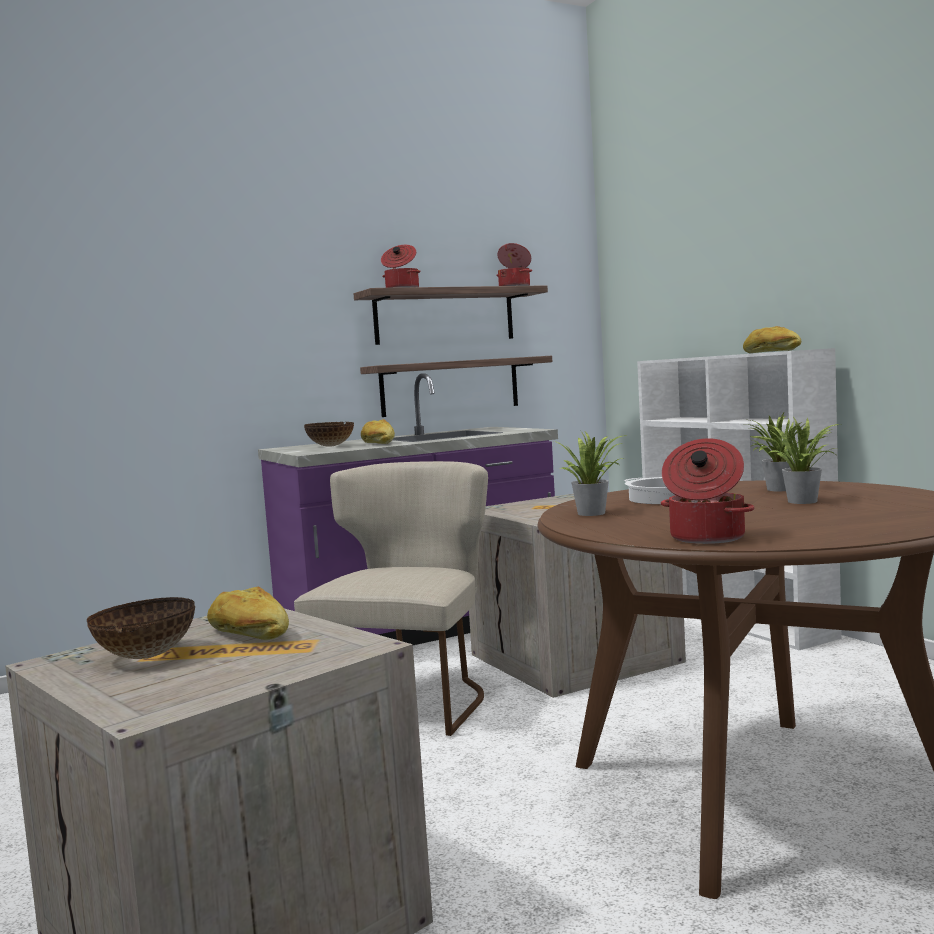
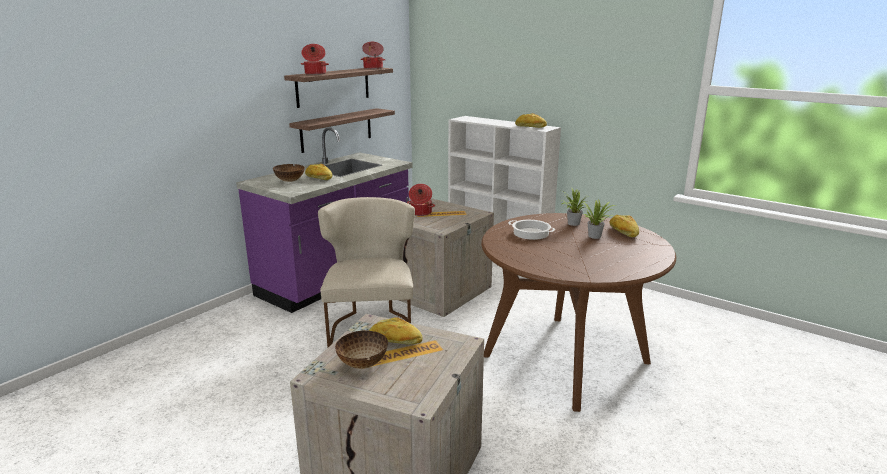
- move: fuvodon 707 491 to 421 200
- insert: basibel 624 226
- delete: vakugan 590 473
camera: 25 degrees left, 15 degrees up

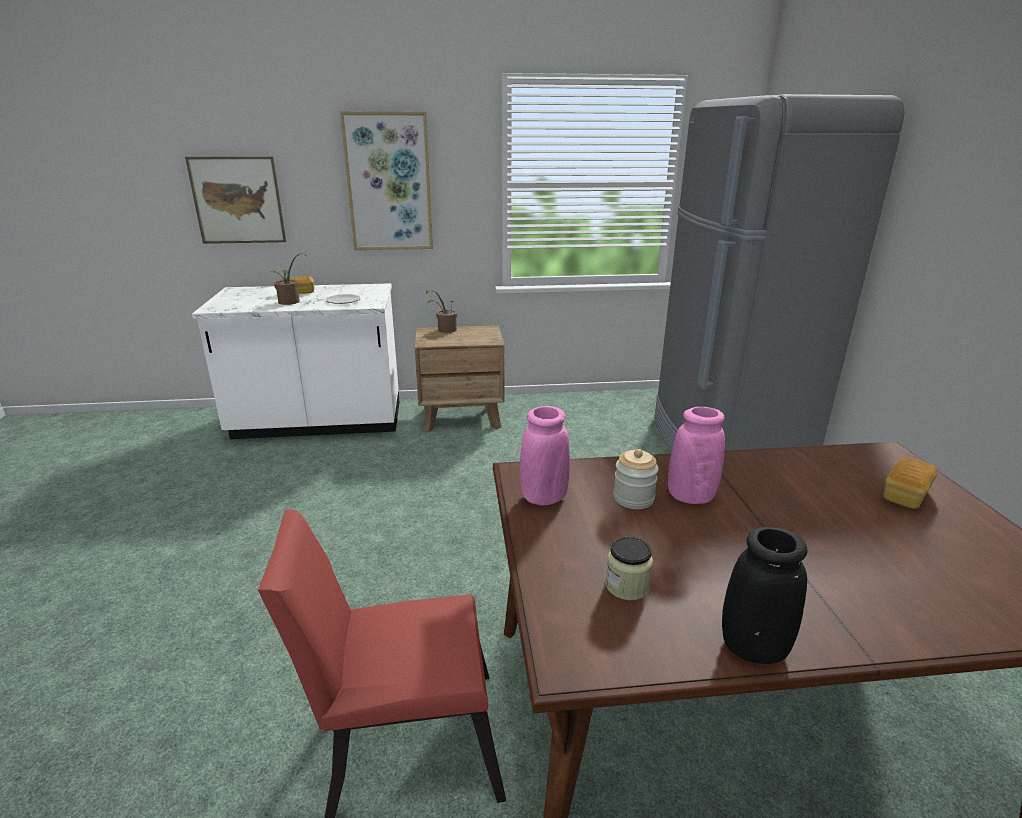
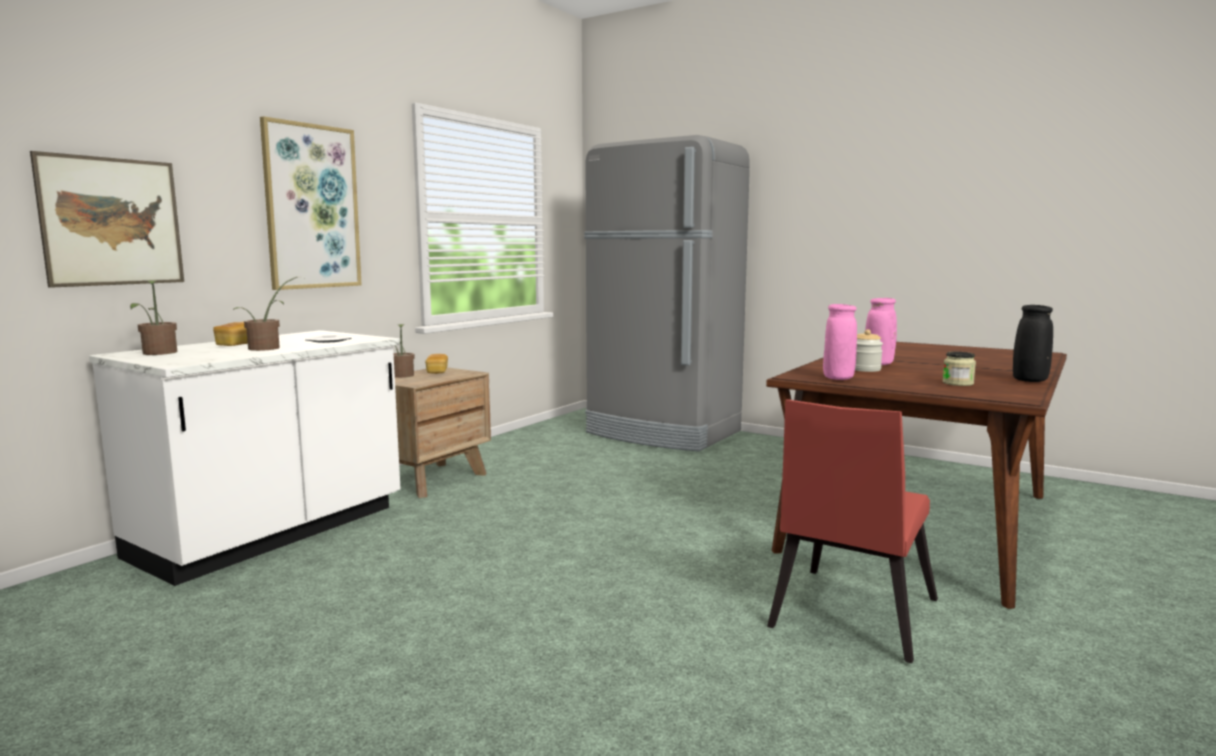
- insert: vakugan 153 317
- move: basibel 910 483 to 436 364
camera: 50 degrees left, 15 degrees down

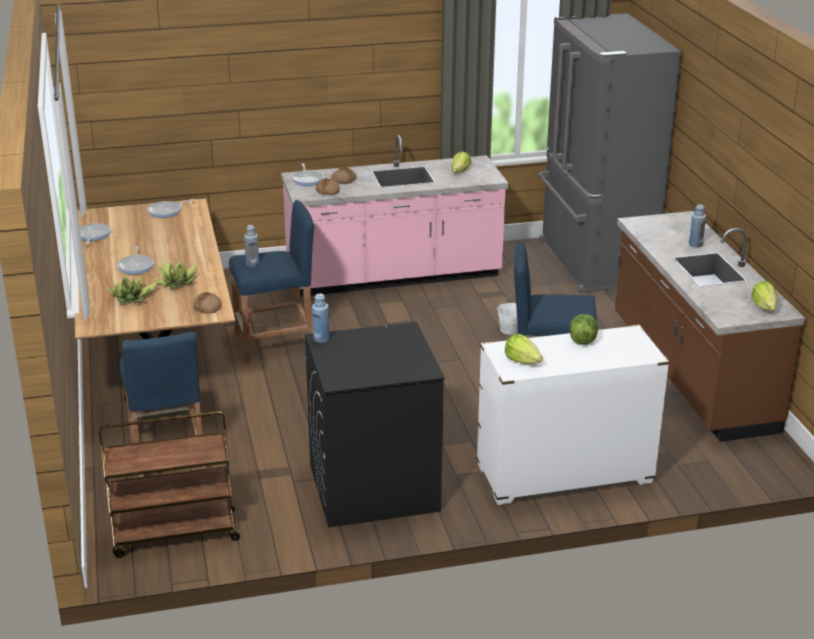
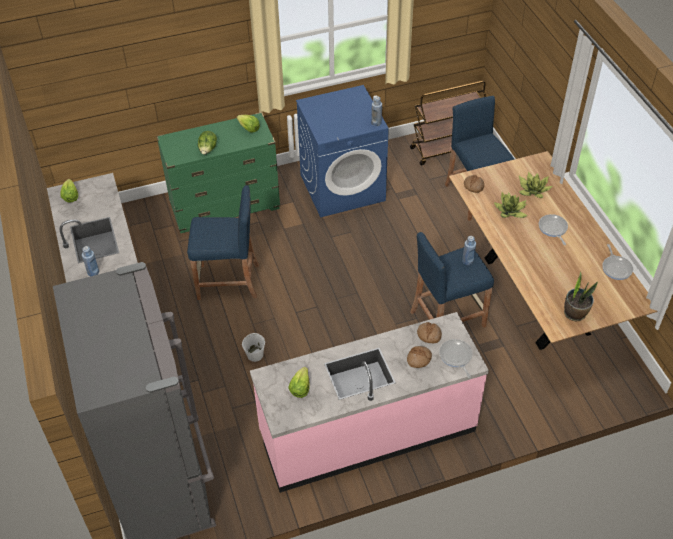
- recolor: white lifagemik 572 415 to green lifagemik 218 172
- recolor: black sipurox 375 425 to blue sipurox 342 151
- replace: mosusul 171 208 to vakugan 581 296
camera: 175 degrees right, 20 degrees up

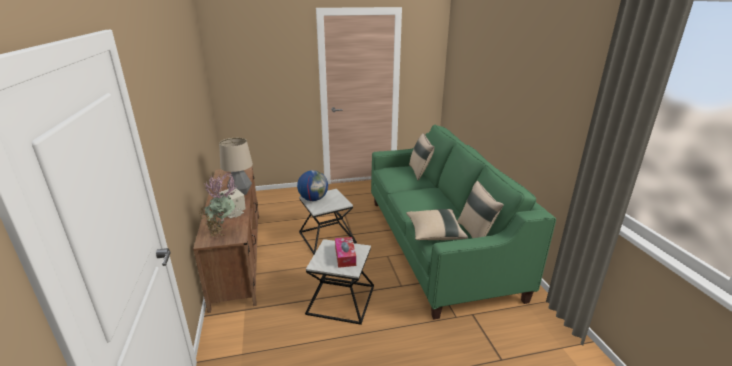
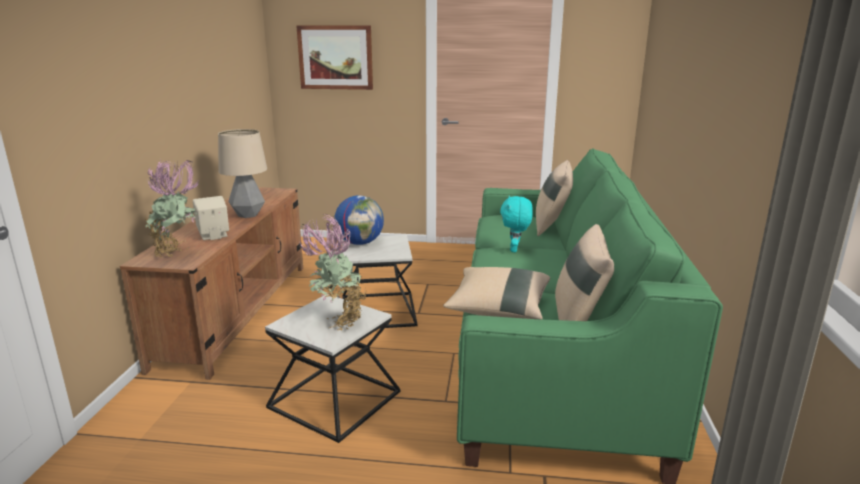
- insert: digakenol 334 57
- replace: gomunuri 345 252 to vakugan 332 272
- insert: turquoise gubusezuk 516 224
camera: 20 degrees right, 5 degrees down

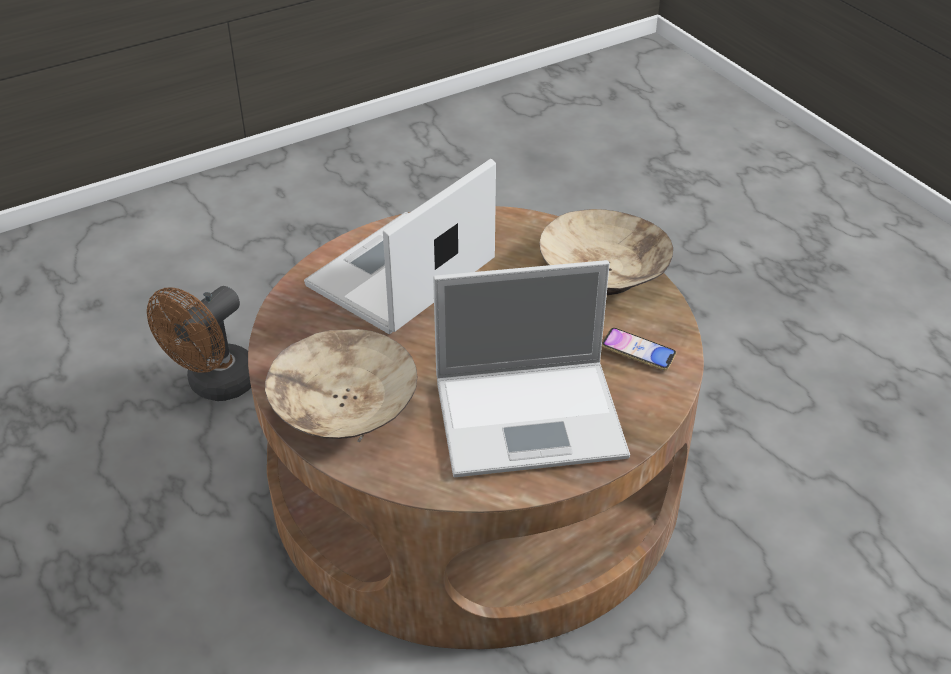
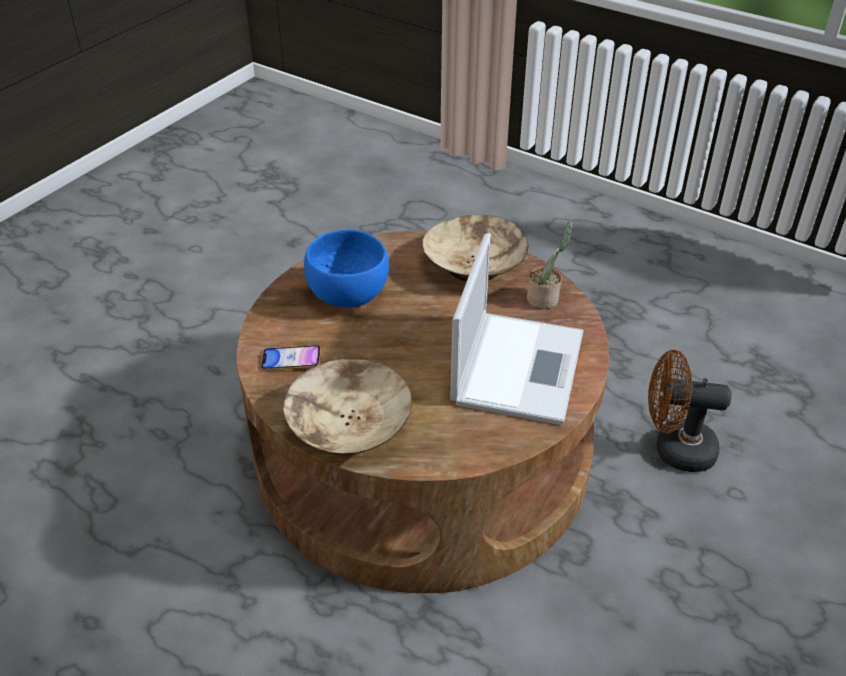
- replace: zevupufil 531 368 to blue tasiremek 346 269
- insert: vakugan 550 265
- rotate: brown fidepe 199 343 = 689 411 90 degrees counterclockwise
camera: 155 degrees right, 0 degrees up

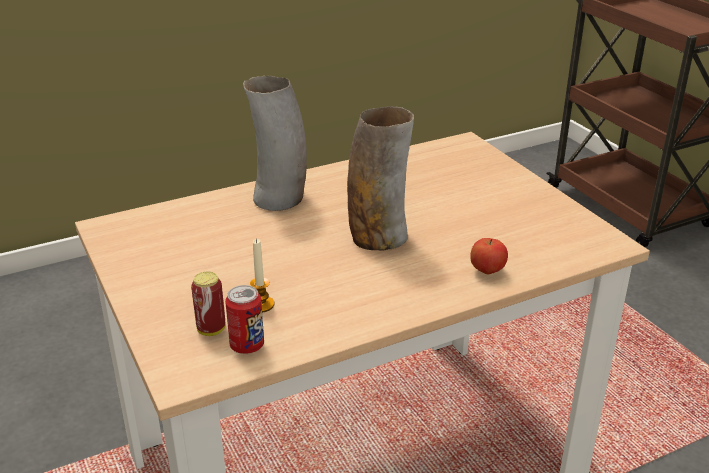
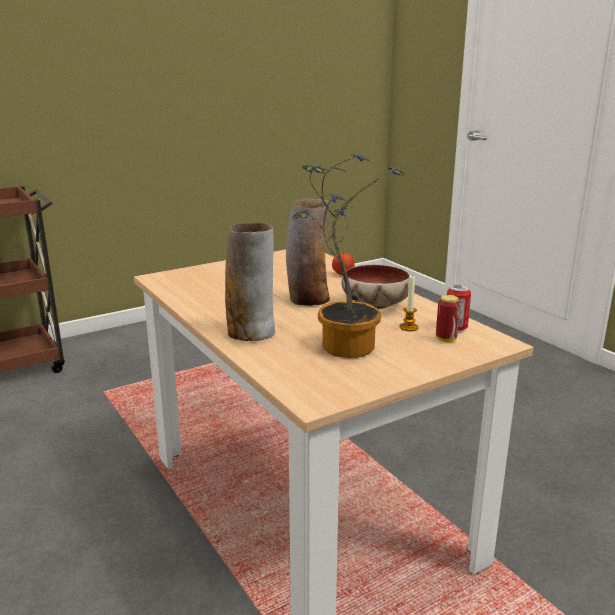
- insert: vakugan 349 256
- insert: tasiremek 375 287
camera: 95 degrees left, 10 degrees down

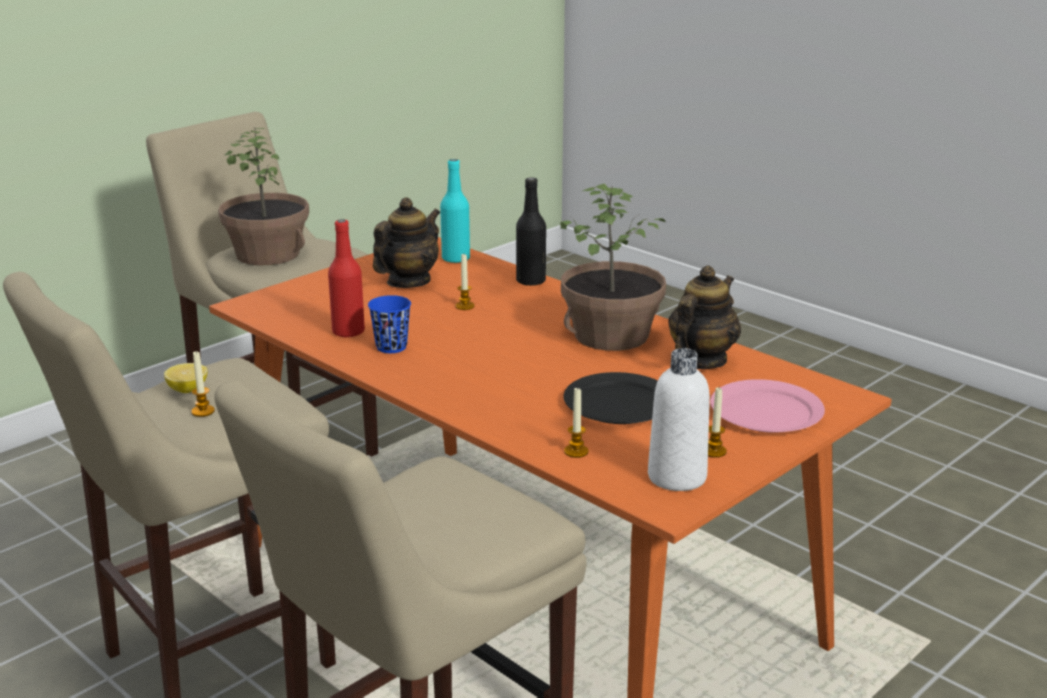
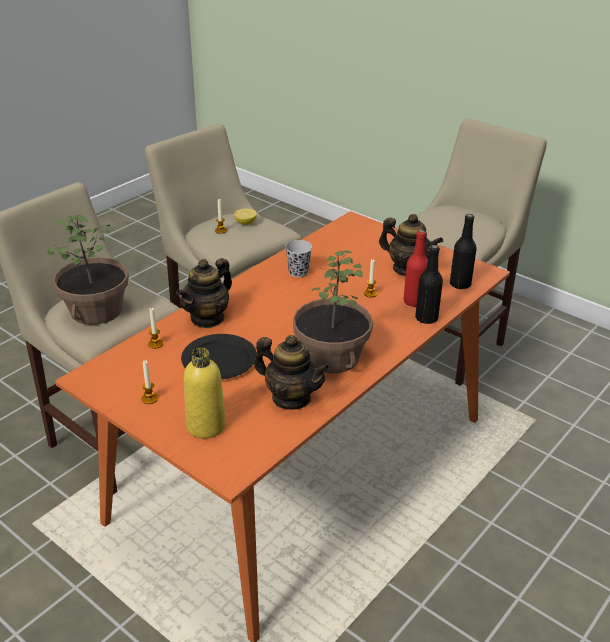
- move: vakugan 263 196 to 88 270
- insert: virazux 204 293
- replace: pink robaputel 767 406 to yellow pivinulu 205 393
- recolor: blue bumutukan 389 324 to black bumutukan 298 258
- move: red pivinulu 346 278 to 415 268
- recolor: turquoise pivinulu 455 211 to black pivinulu 463 252
- delete: white pivinulu 679 419
camera: 85 degrees right, 10 degrees up

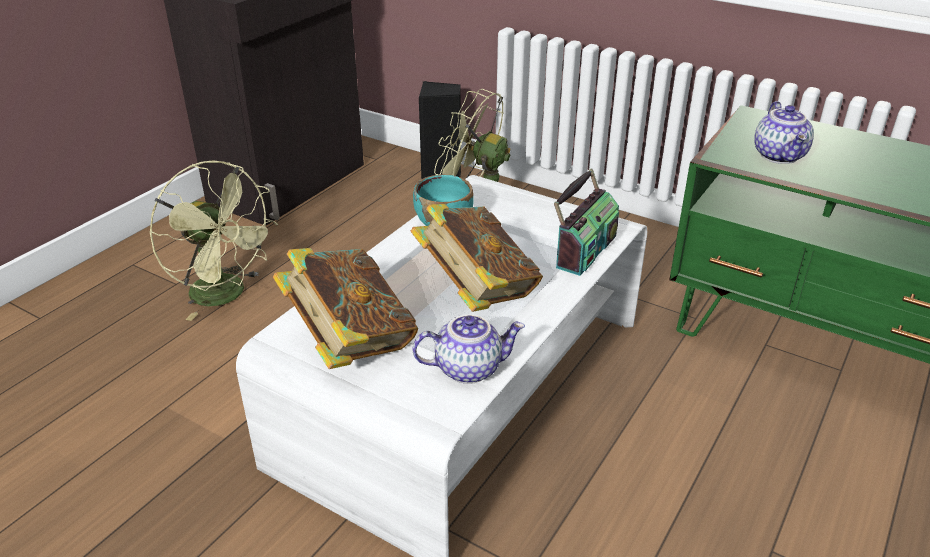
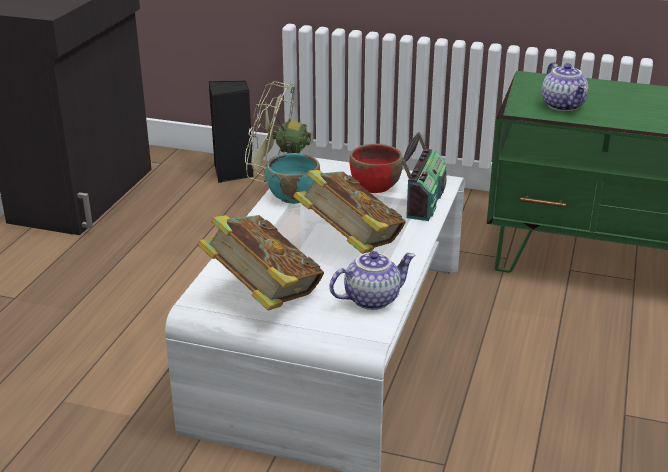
- insert: red tasiremek 376 168
- delete: green fidepe 214 240
camera: 15 degrees left, 5 degrees down

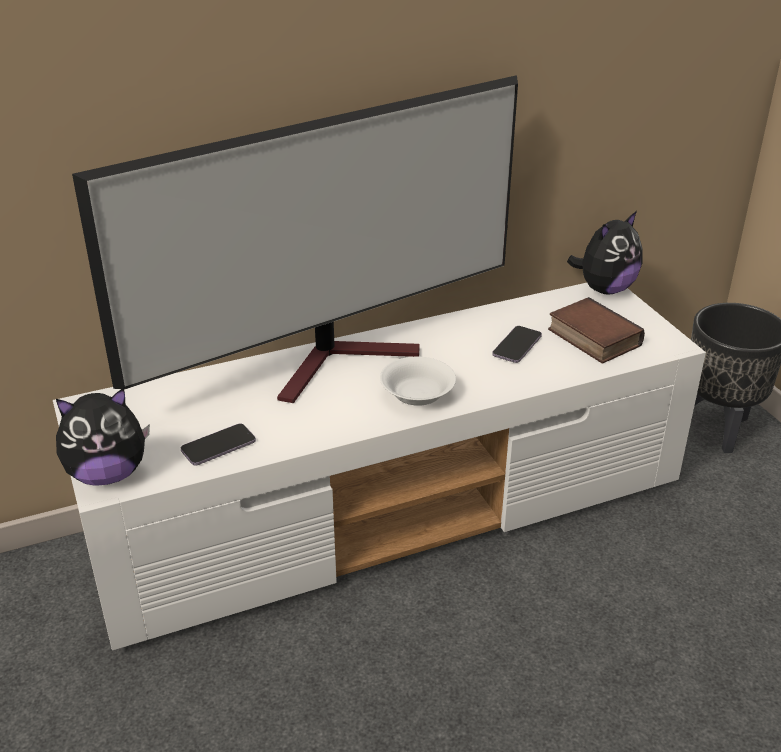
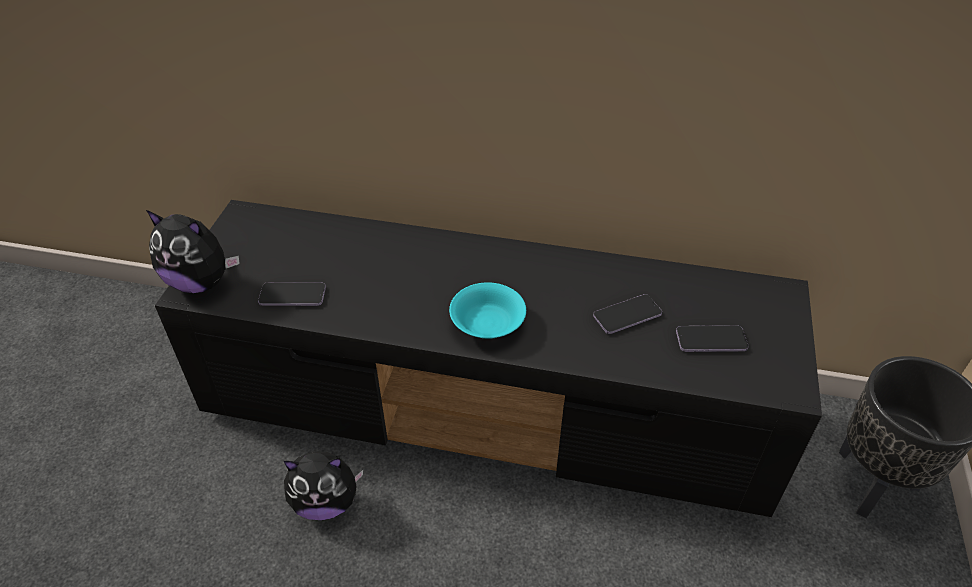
- recolor: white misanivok 379 467 to black misanivok 488 358
- move: gubusezuk 605 253 to 324 485
- recolor: white tasiremek 418 381 to turquoise tasiremek 487 310
- replace: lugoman 596 330 to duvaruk 712 338
- delete: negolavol 295 239
camera: 35 degrees right, 10 degrees up

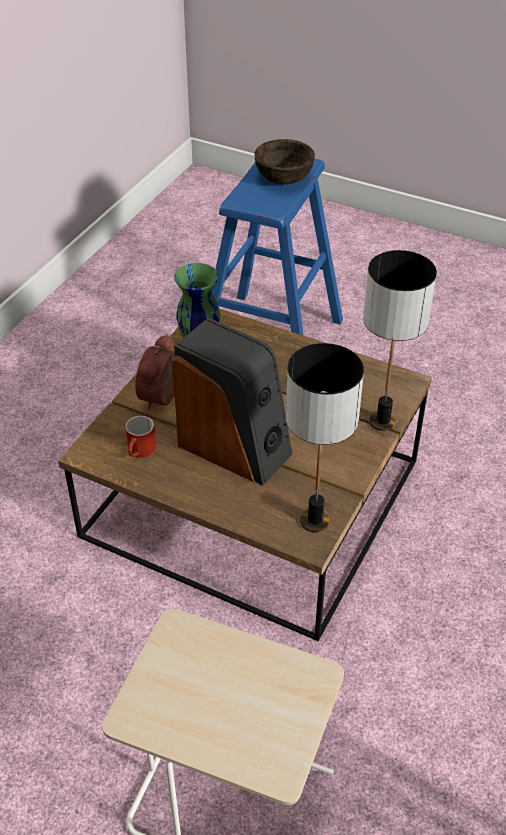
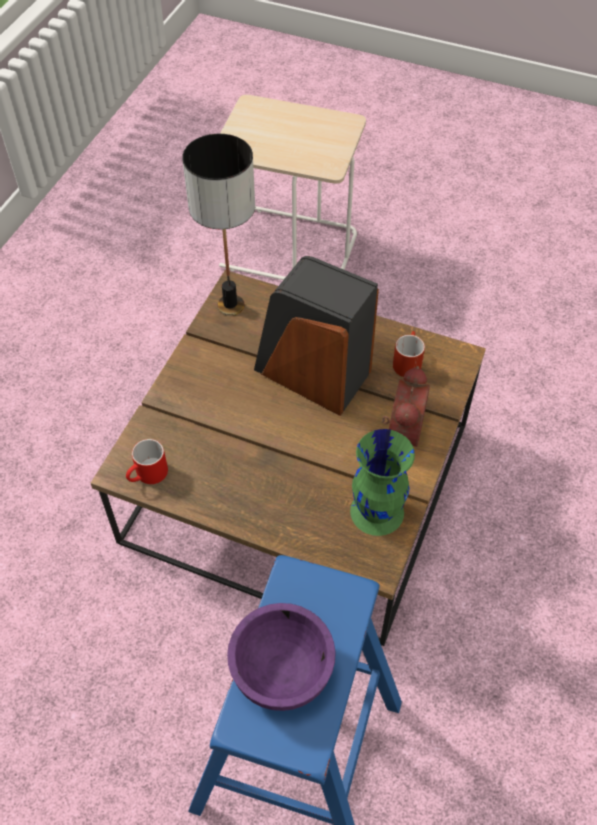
- insert: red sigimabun 147 461
- recolor: brown tasiremek 284 161 to purple tasiremek 281 657
- delete: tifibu 400 340
camera: 175 degrees right, 10 degrees up

